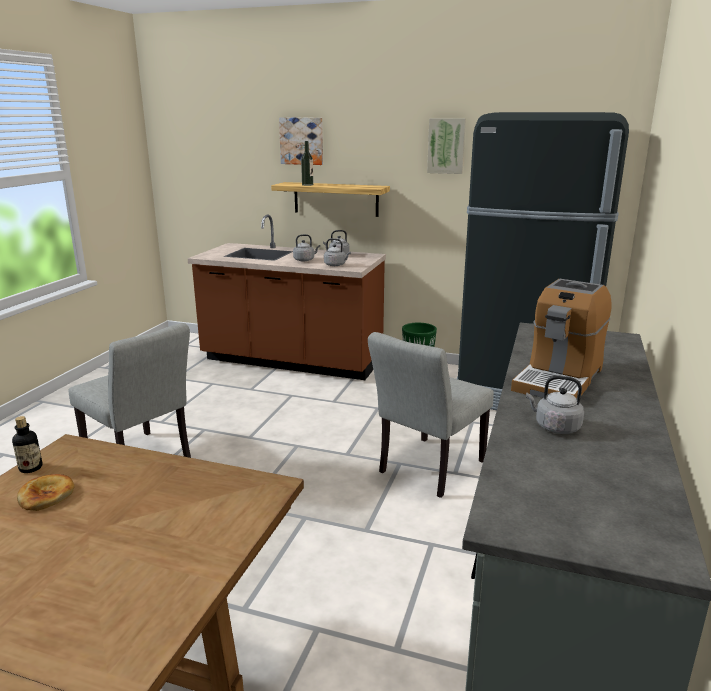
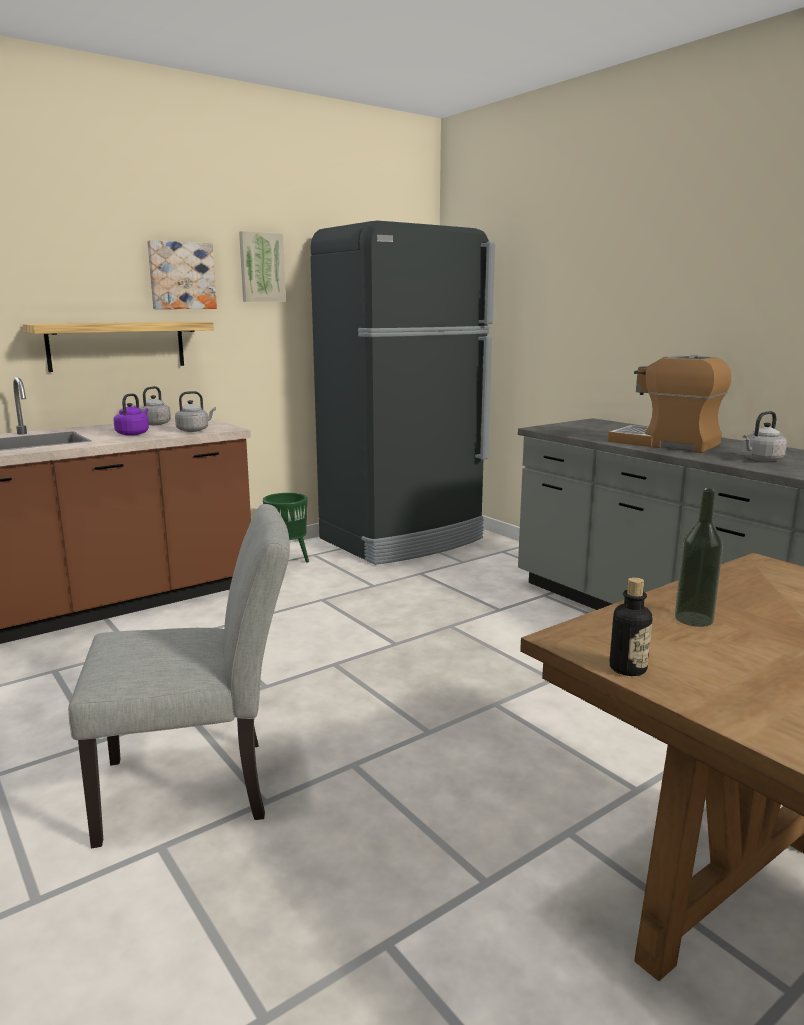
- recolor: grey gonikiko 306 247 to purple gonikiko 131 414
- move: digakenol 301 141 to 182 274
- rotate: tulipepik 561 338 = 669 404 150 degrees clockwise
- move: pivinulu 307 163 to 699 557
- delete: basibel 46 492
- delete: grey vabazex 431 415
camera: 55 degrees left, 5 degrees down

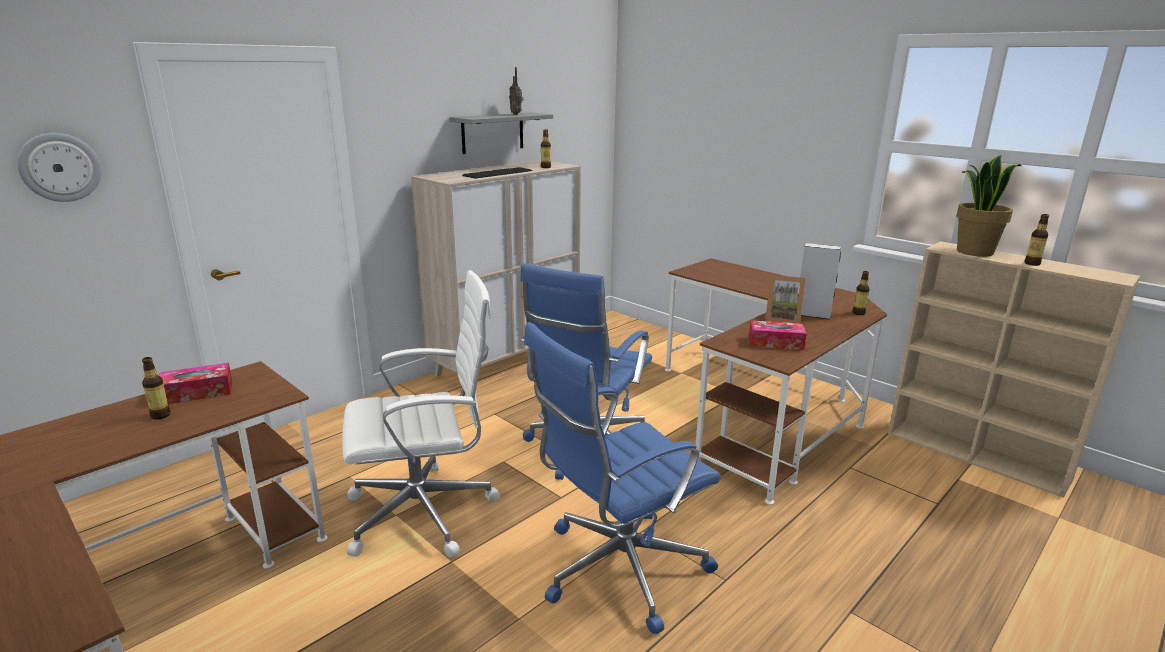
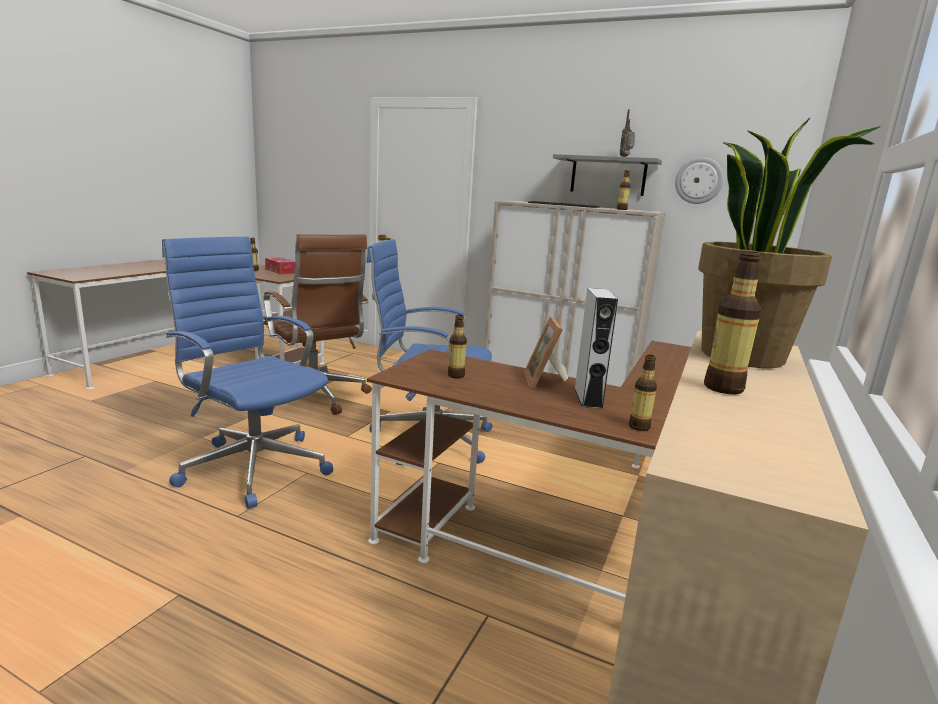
- recolor: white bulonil 421 414 to brown bulonil 317 324
- replace: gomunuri 778 335 to pivinulu 457 346
- move: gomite 59 167 to 699 180
camera: 70 degrees right, 5 degrees down

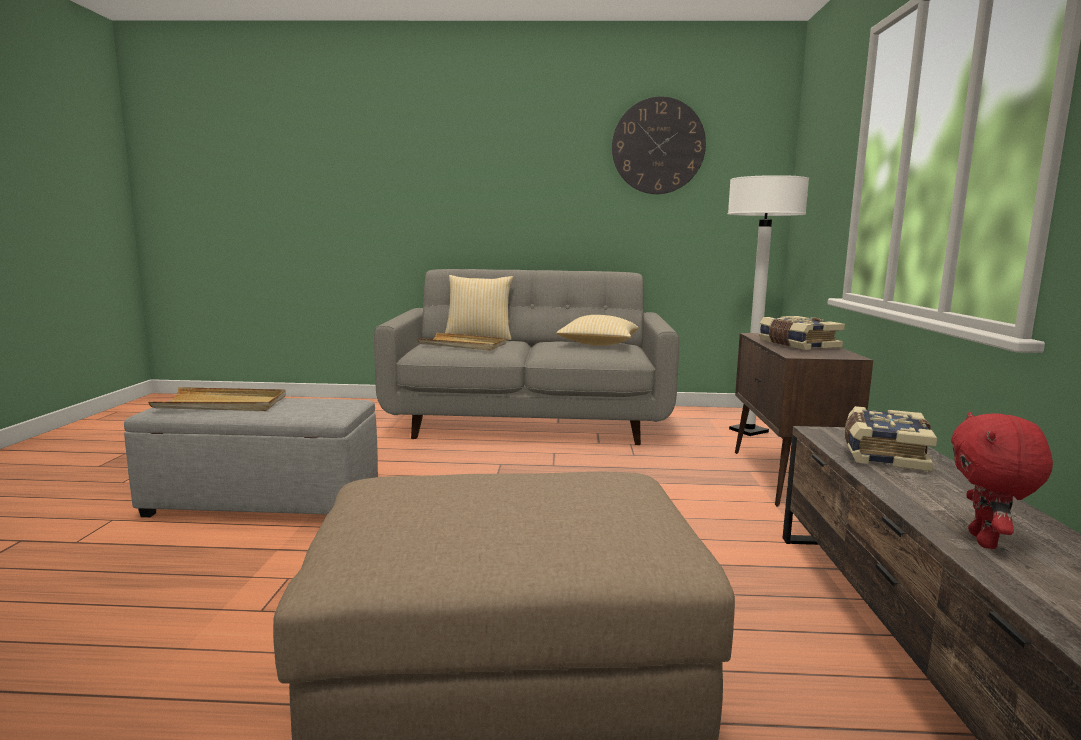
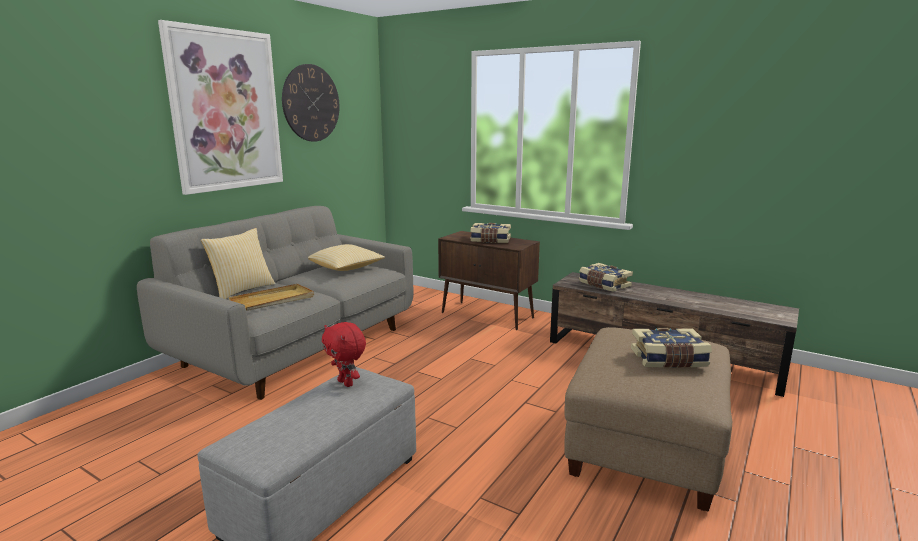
- insert: digakenol 220 107
- move: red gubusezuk 1002 480 to 344 354
- insert: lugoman 671 348
- delete: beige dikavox 217 399
- delete: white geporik 768 305
camera: 60 degrees left, 5 degrees up

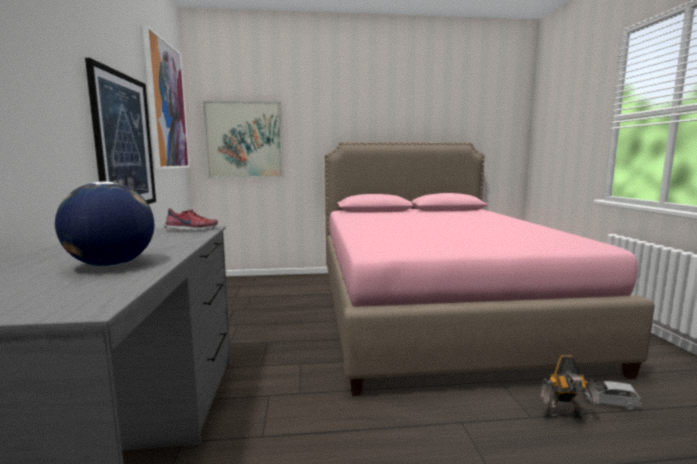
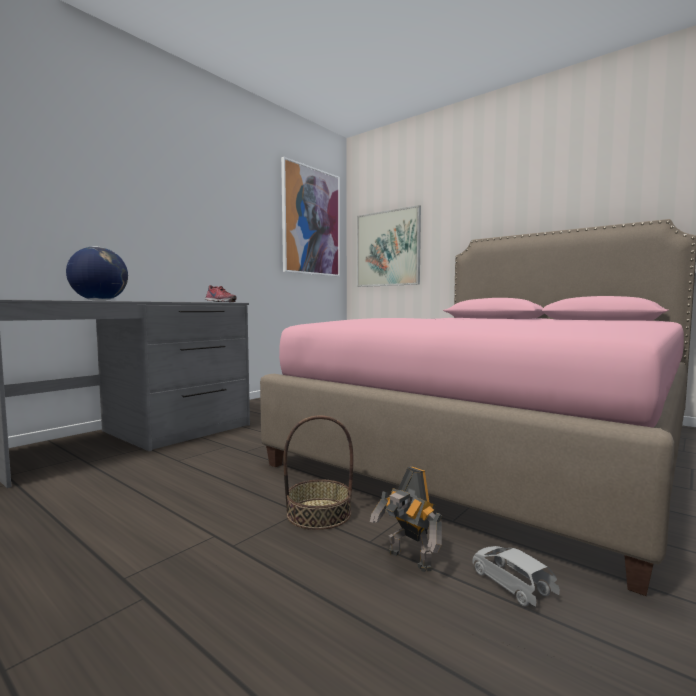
- insert: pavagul 318 472
- delete: digakenol 120 131
camera: 45 degrees right, 5 degrees down

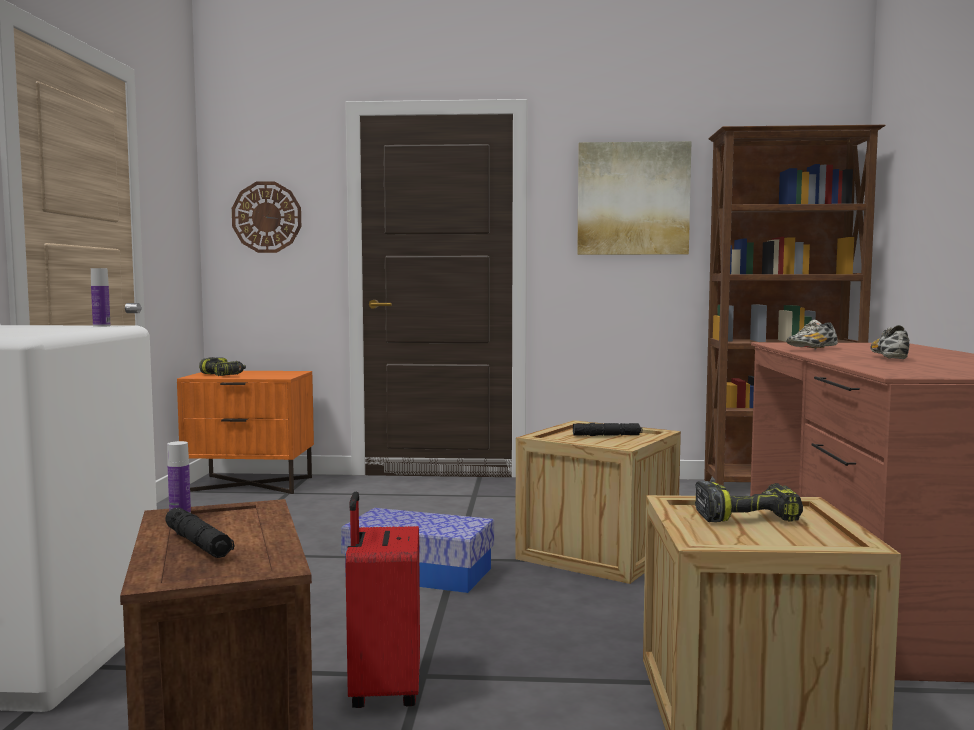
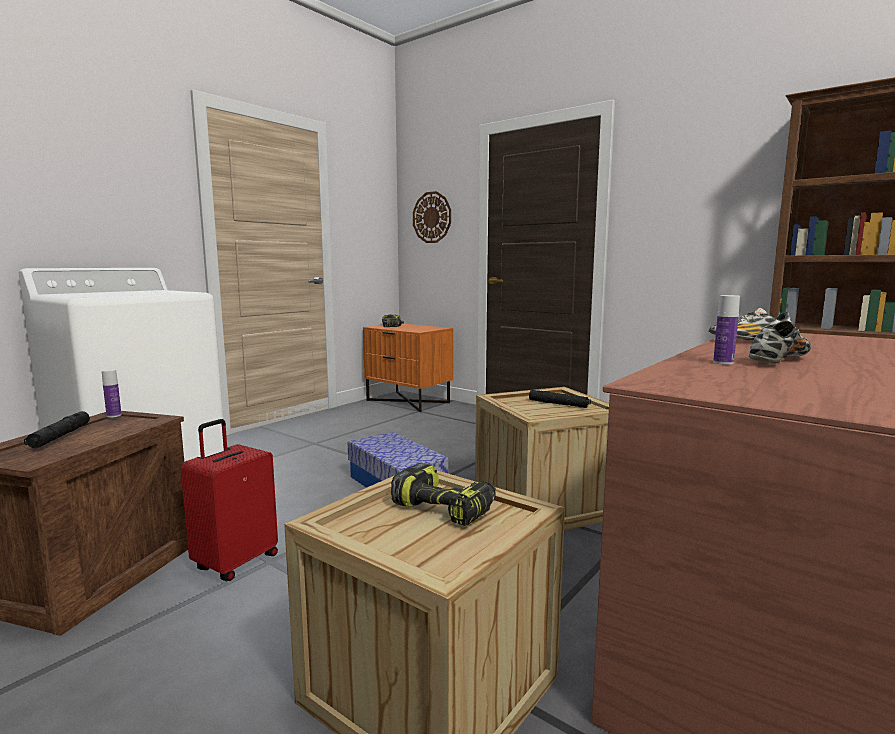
- move: pivinulu 100 297 to 726 330
- delete: digakenol 634 198
camera: 35 degrees right, 5 degrees up

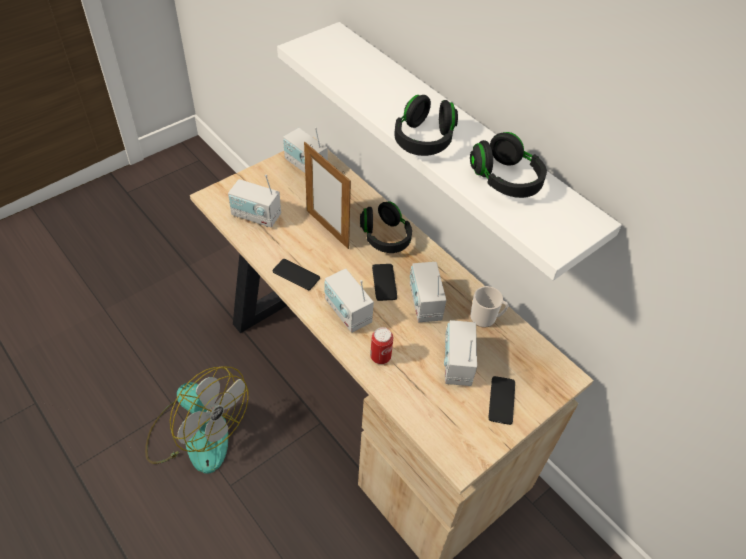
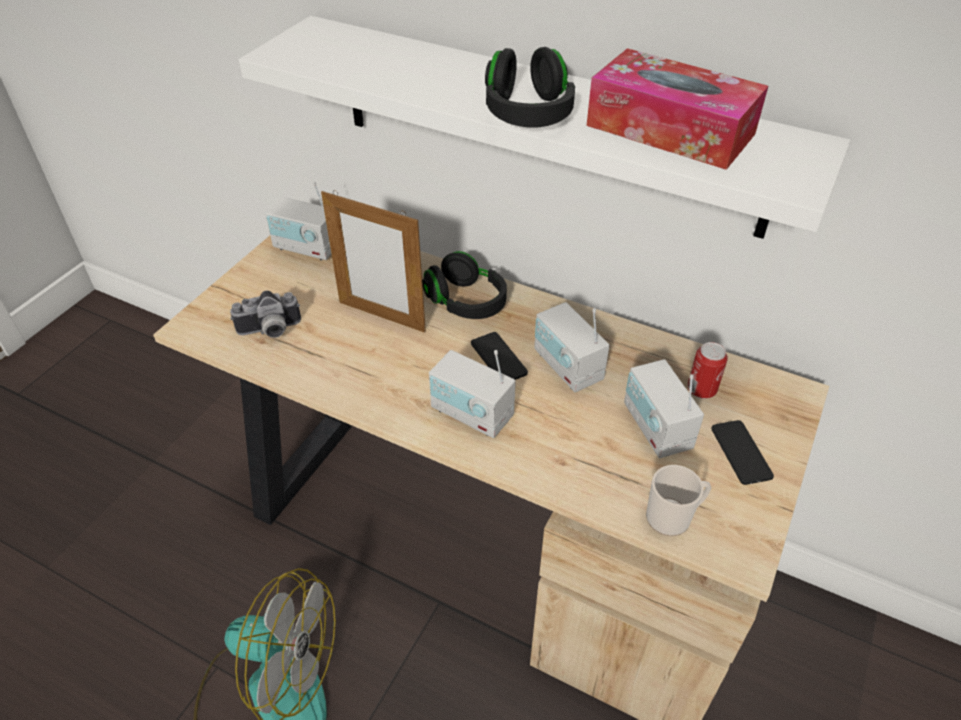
- replace: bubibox 254 200 to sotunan 265 314
- replace: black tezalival 508 165 to gomunuri 677 109
- move: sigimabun 489 307 to 678 500
- move: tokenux 381 345 to 707 370
- delete: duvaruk 296 274
camera: 20 degrees left, 5 degrees down

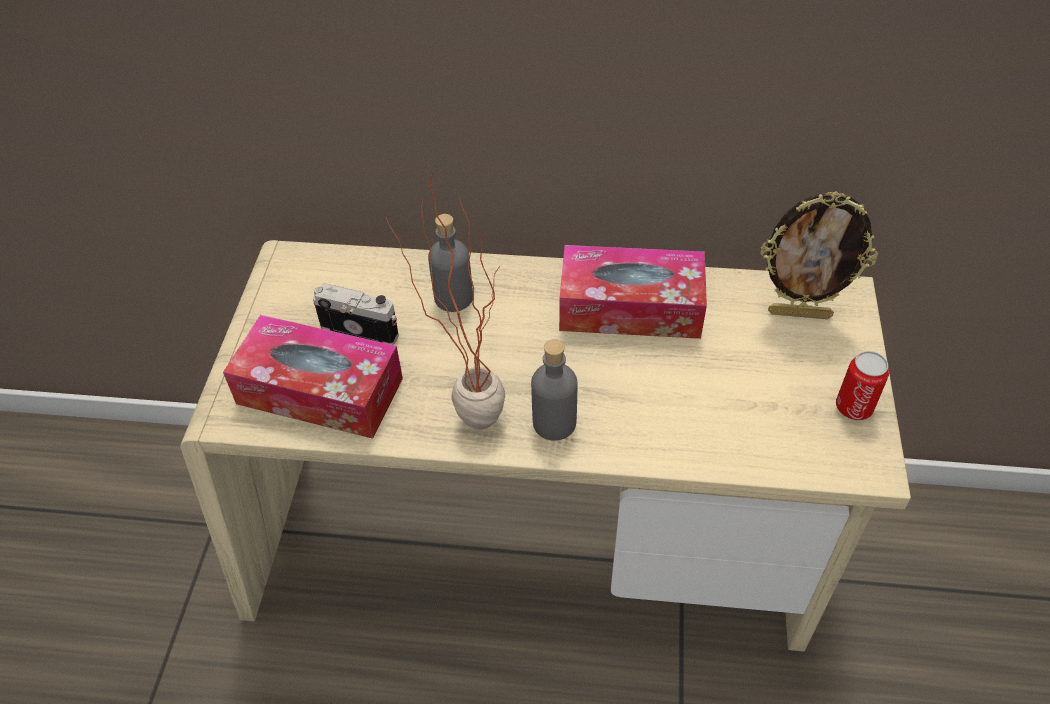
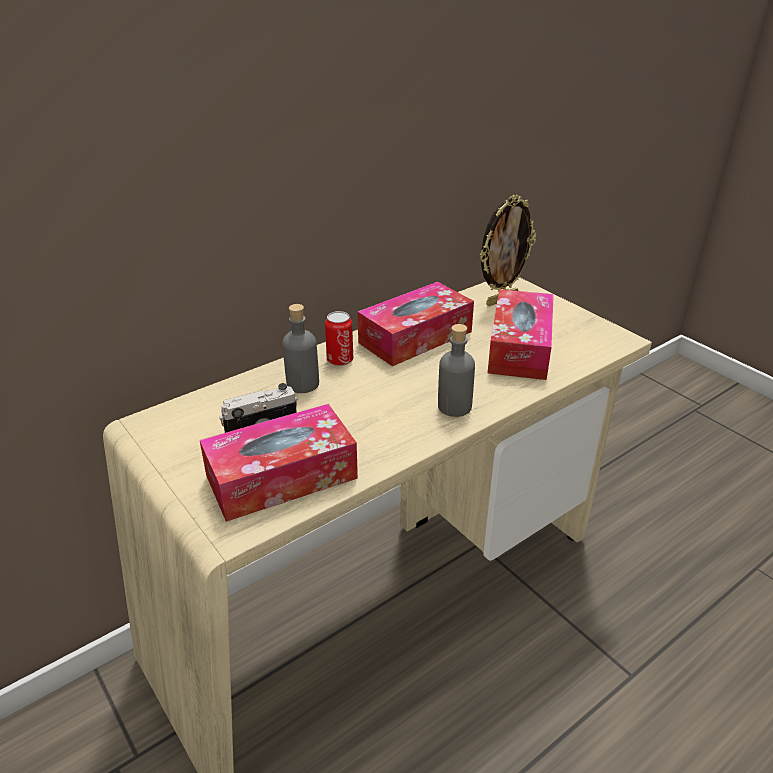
- move: tokenux 862 385 to 339 338
- insert: gomunuri 521 334
- delete: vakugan 445 301
camera: 45 degrees left, 15 degrees down

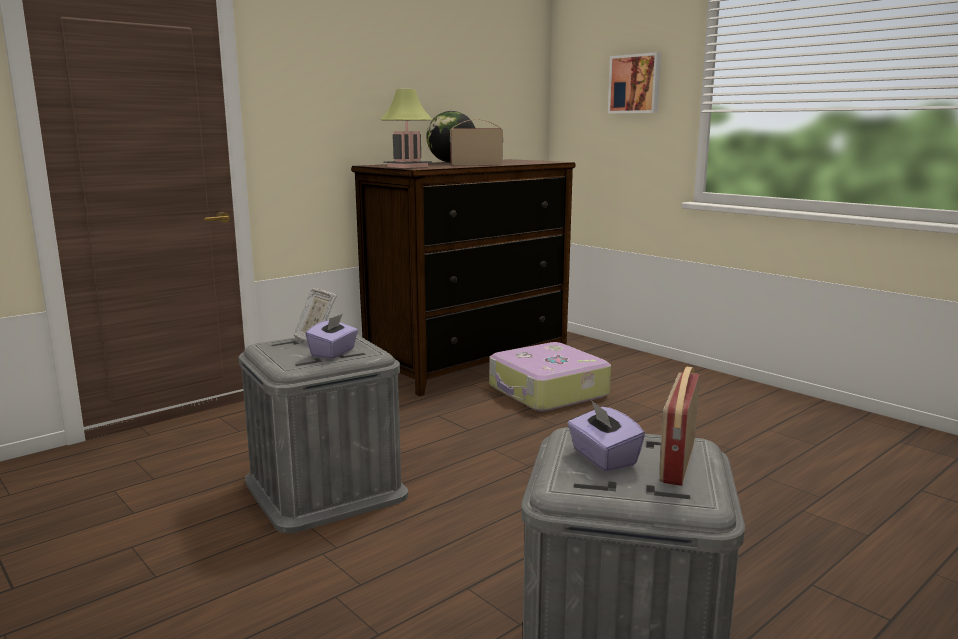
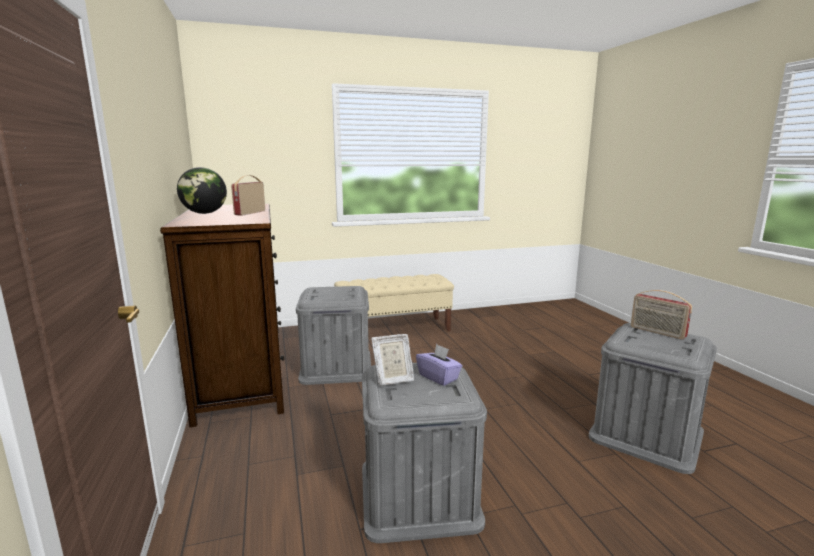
- replace: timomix 550 376 to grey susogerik 333 335
- insert: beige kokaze 394 302
- delete: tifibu 406 128
- delete: purple gomunuri 606 436
- delete: digakenol 634 83
camera: 65 degrees left, 0 degrees up

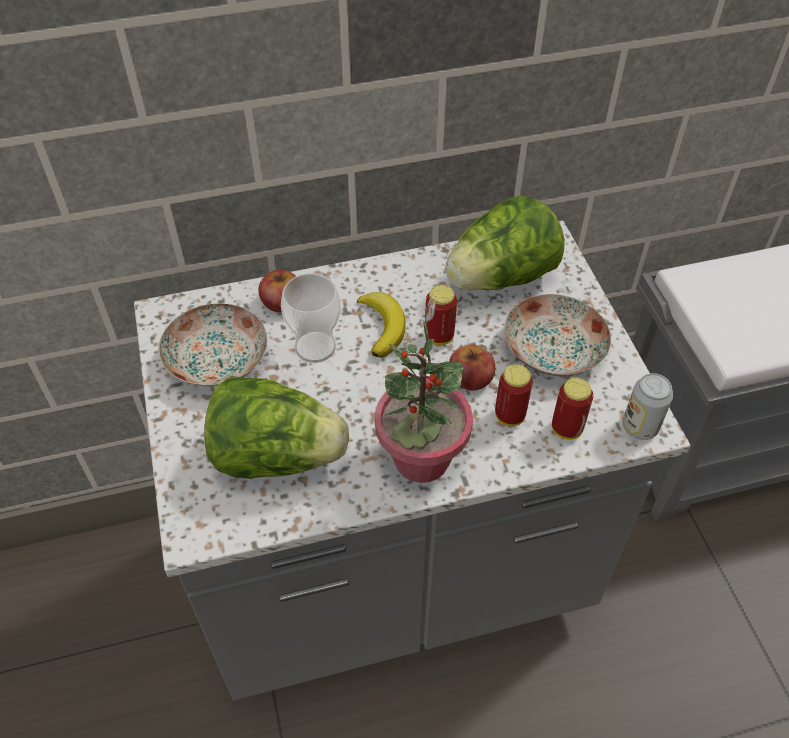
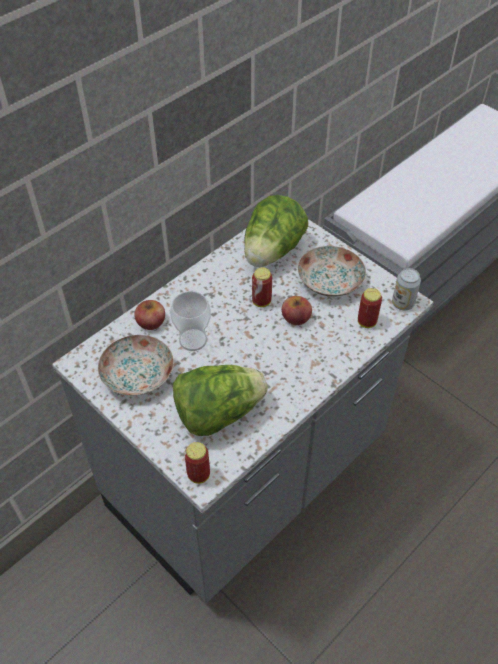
- move: tokenux 514 395 to 197 463
- delete: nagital 381 325
- delete: vakugan 424 401
camera: 30 degrees left, 0 degrees up

